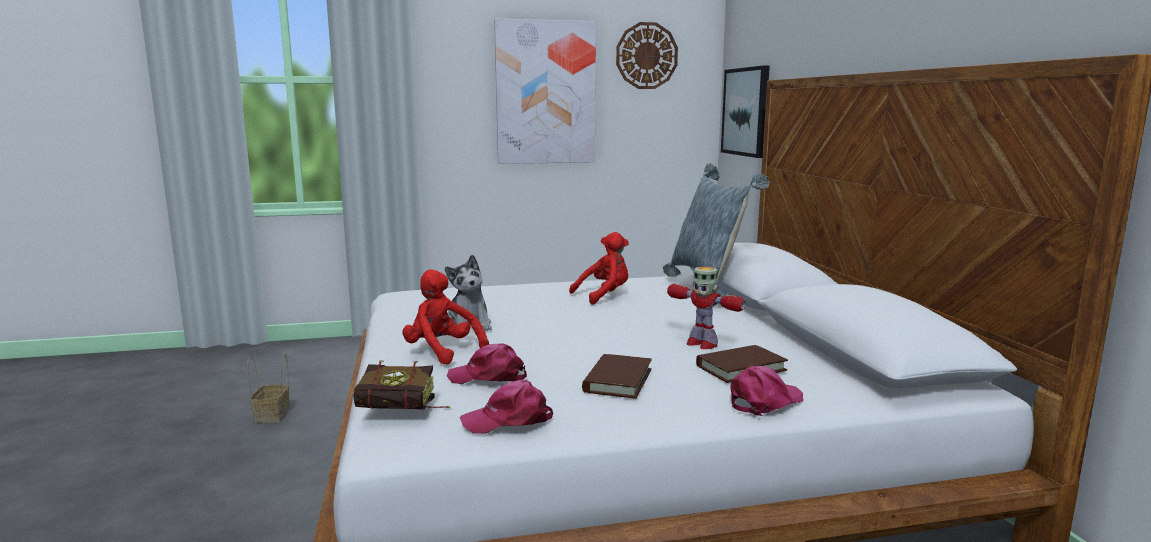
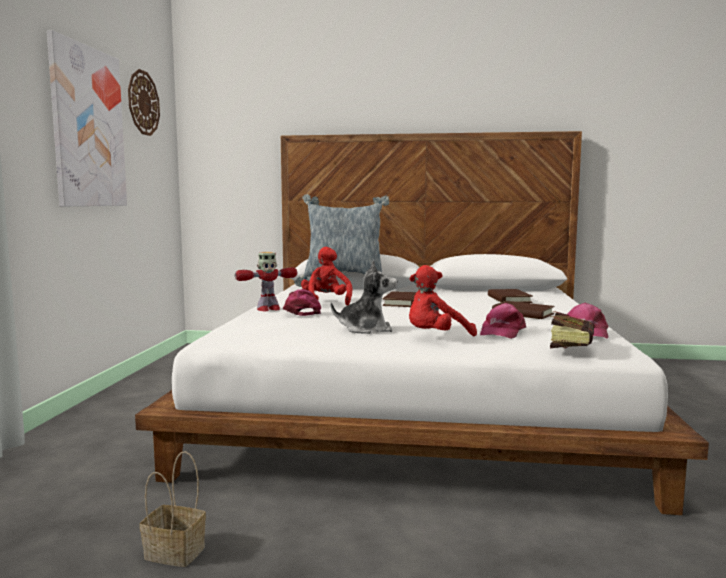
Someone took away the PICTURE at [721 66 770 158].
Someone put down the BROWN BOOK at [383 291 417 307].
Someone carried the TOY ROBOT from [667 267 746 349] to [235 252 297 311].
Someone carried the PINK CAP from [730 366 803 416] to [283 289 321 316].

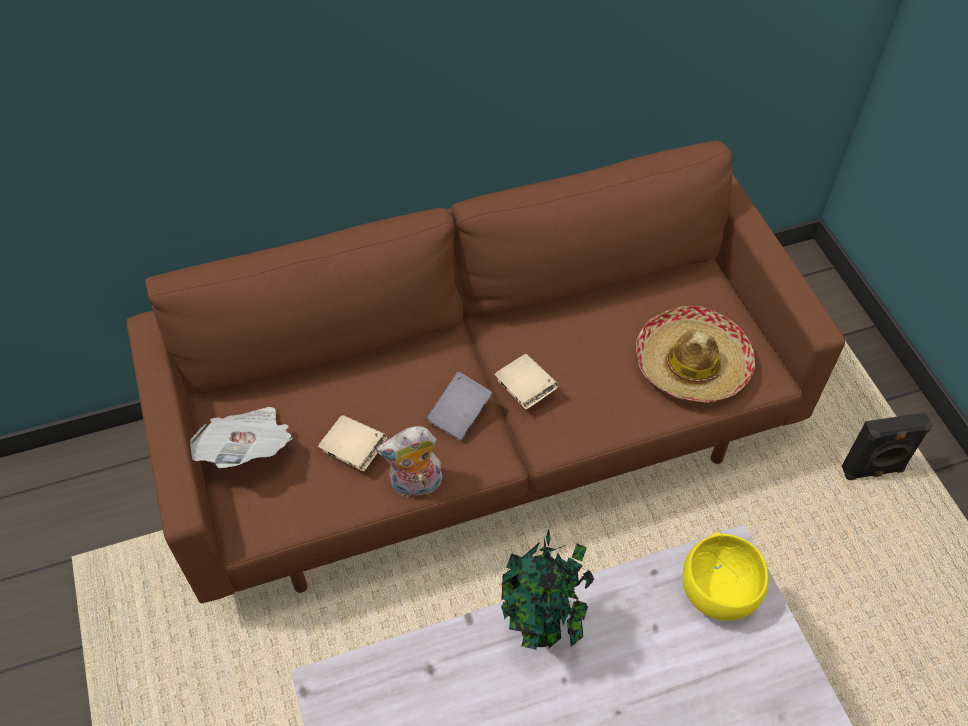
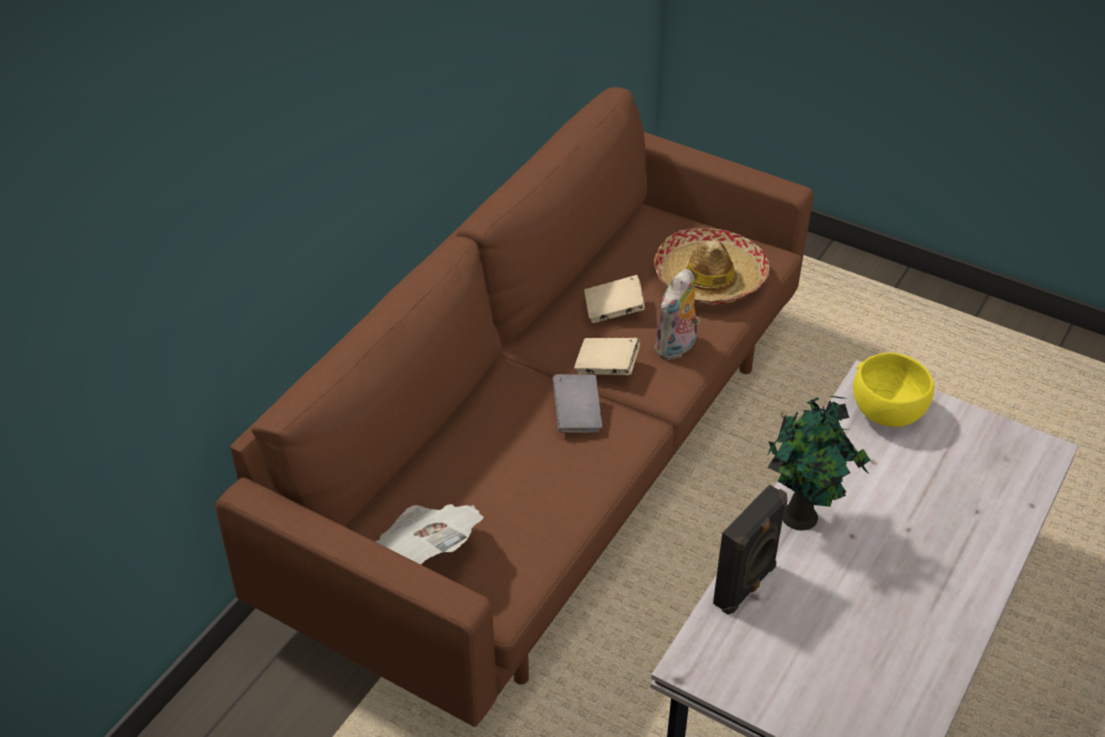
Someone carried the BEIGE BOOK from [318 415 387 471] to [584 275 645 323].
Someone carried the PLUSH TOY from [376 426 442 497] to [654 269 700 360].
Someone carried the BLACK SPEAKER from [842 412 934 480] to [713 484 787 615].

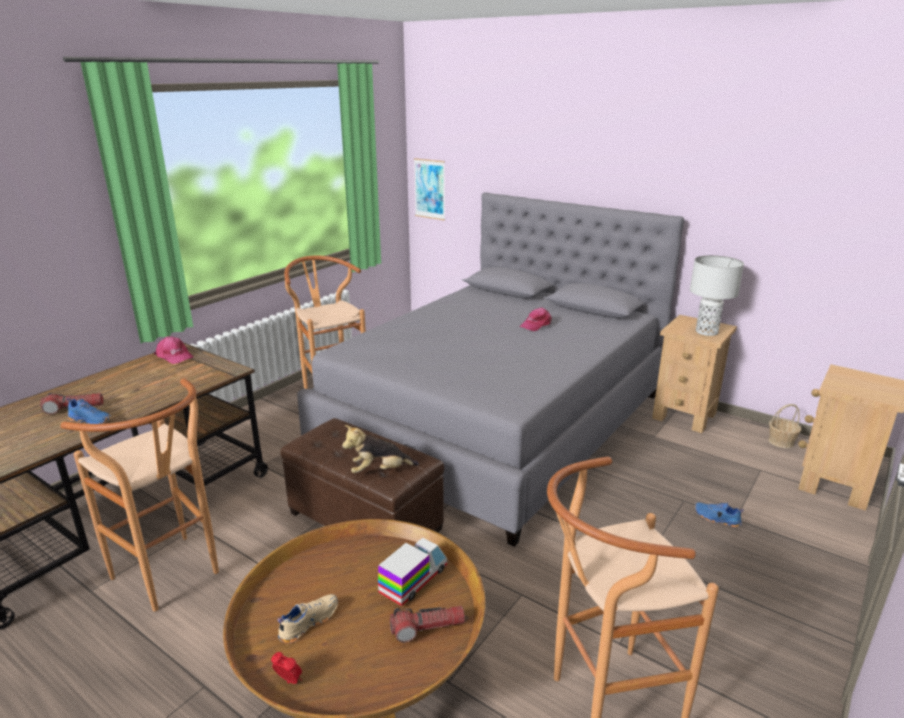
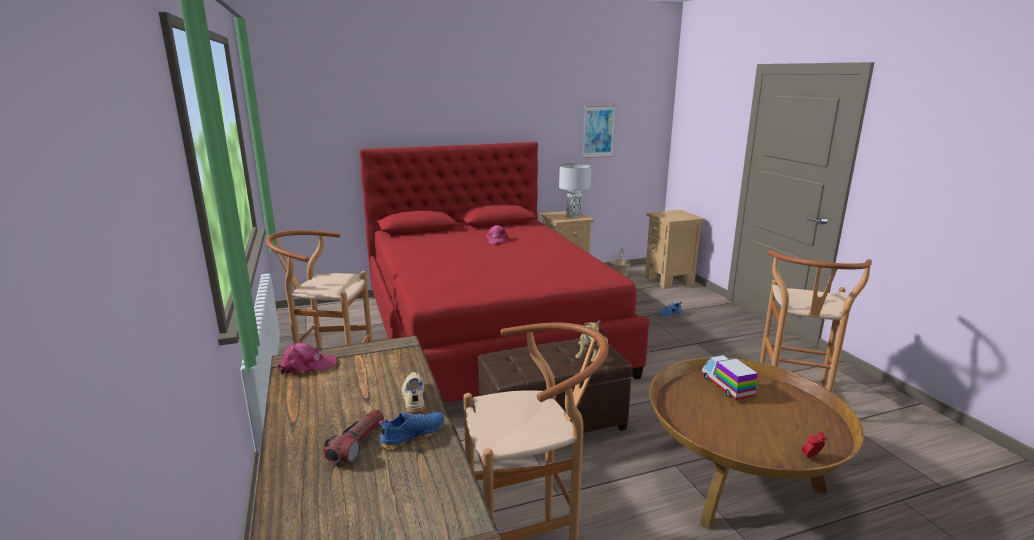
Someone took away the FLASHLIGHT at [390 606 465 643].
Someone carried the BEIGE SHOE from [277 594 338 644] to [402 372 425 413].
Someone carried the PICTURE from [414 158 445 220] to [582 105 615 158].
Someone repainted the GREY BED at [297 192 684 547], which became the RED BED at [359 142 650 403].

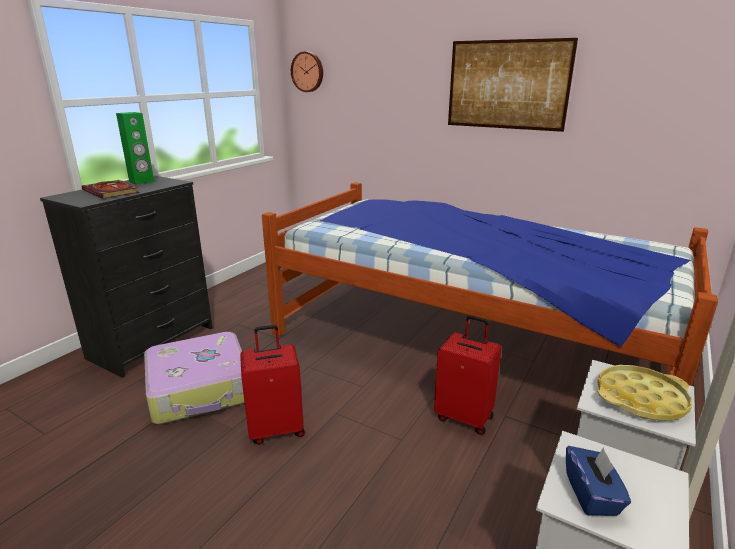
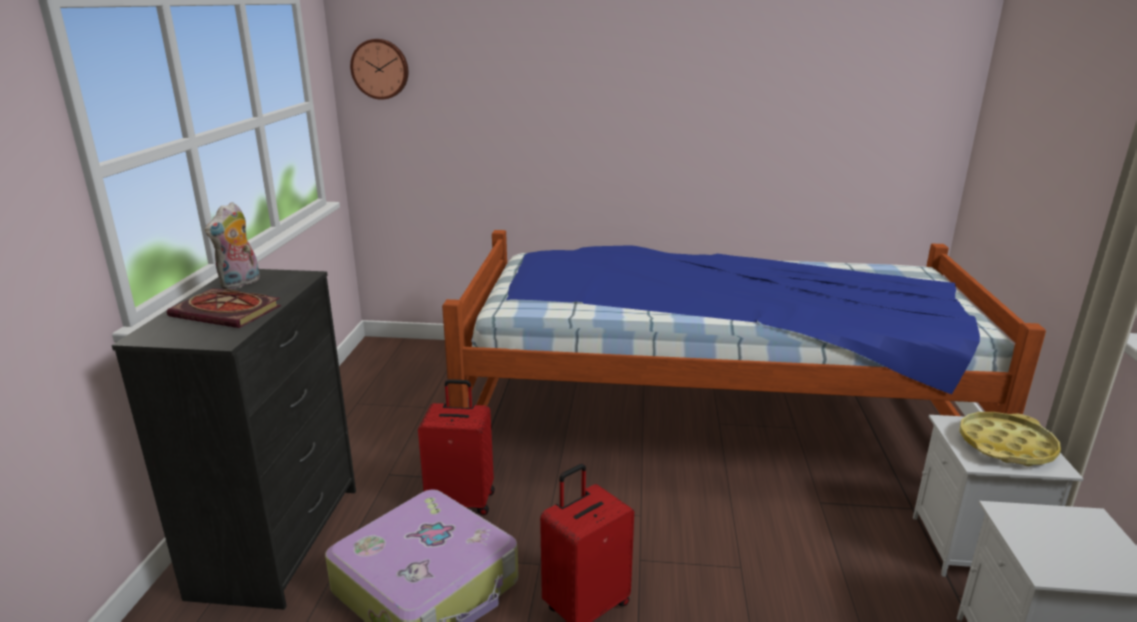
Someone took away the PICTURE at [448 38 578 132].
Someone took away the BLUE TISSUE BOX at [566 446 631 516].
Someone carried the RED SUITCASE from [434 315 502 435] to [418 379 495 515].
Someone swapped the GREEN SPEAKER at [116 112 154 185] for the PLUSH TOY at [204 202 260 290].

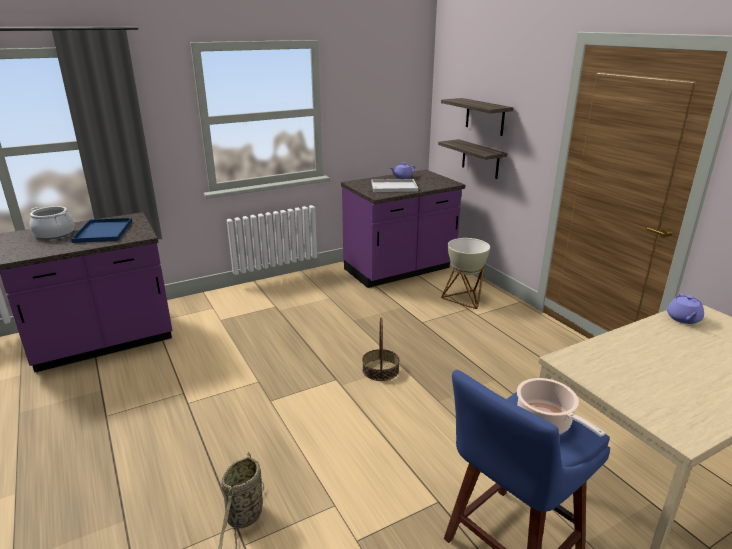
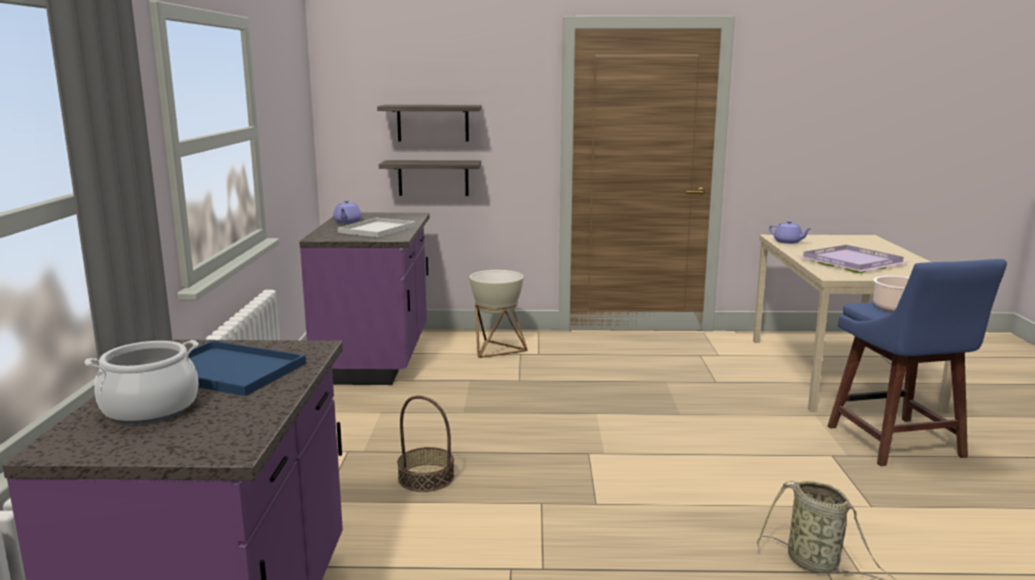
Someone put down the PURPLE TRAY at [797 245 909 273].
Someone carried the BASKET from [362 317 399 381] to [397 395 455 492].

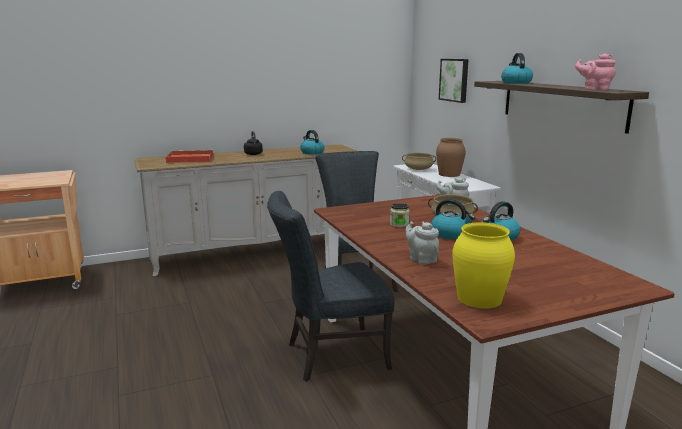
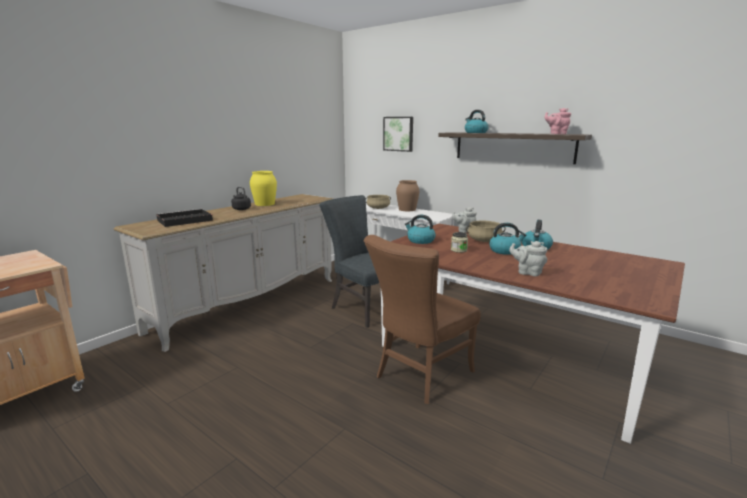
Someone carried the KETTLE from [300 130 324 155] to [405 215 436 244].
Someone carried the YELLOW VASE from [452 222 515 309] to [250 171 277 206].
Someone repainted the RED TRAY at [166 150 213 163], which became the BLACK TRAY at [156 209 213 227].
Someone repainted the GREY CHAIR at [267 191 394 382], which became the BROWN CHAIR at [364 235 481 404].

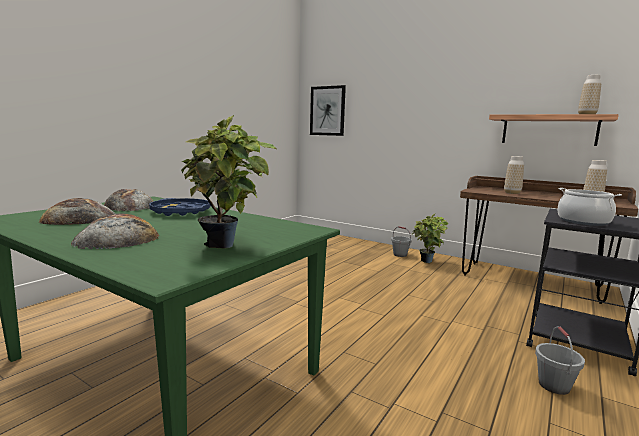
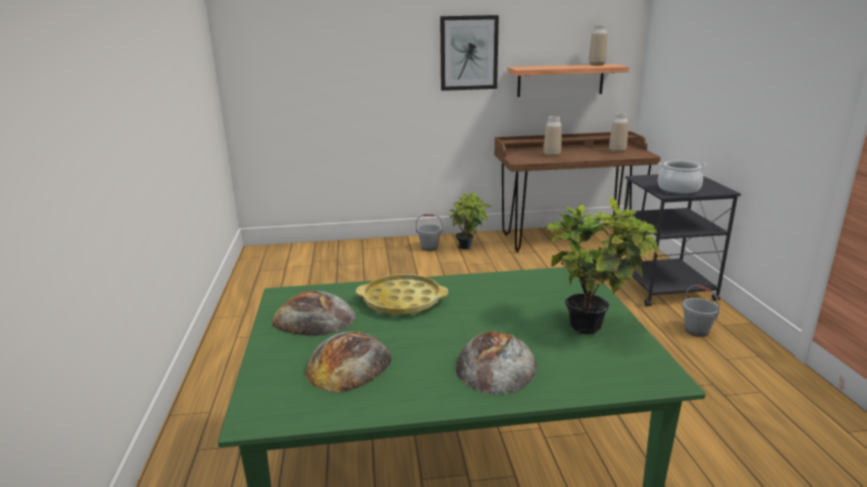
Someone carried the PICTURE from [310 85 346 136] to [440 15 499 91].
Someone repainted the BLUE TRAY at [149 198 211 216], which became the YELLOW TRAY at [356 274 448 315].

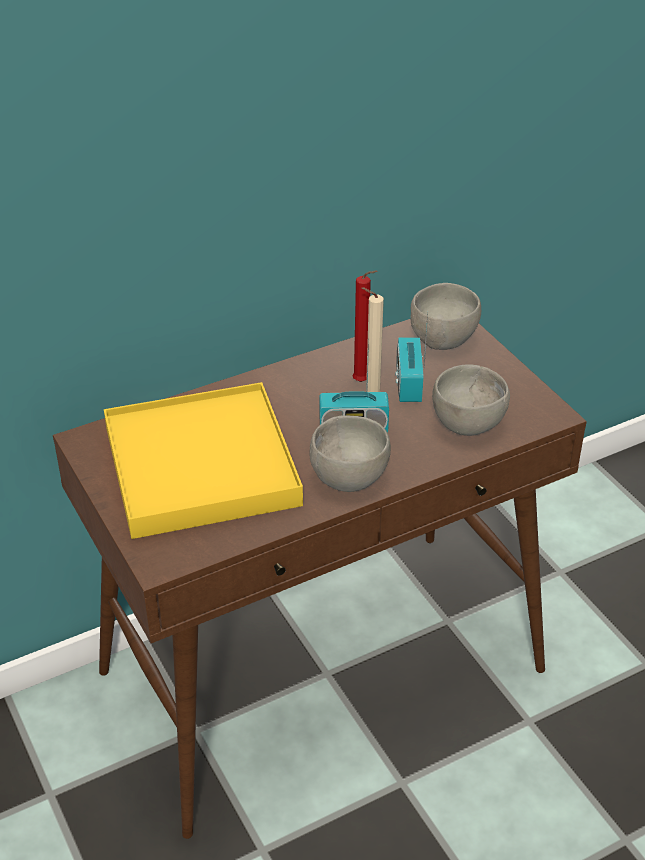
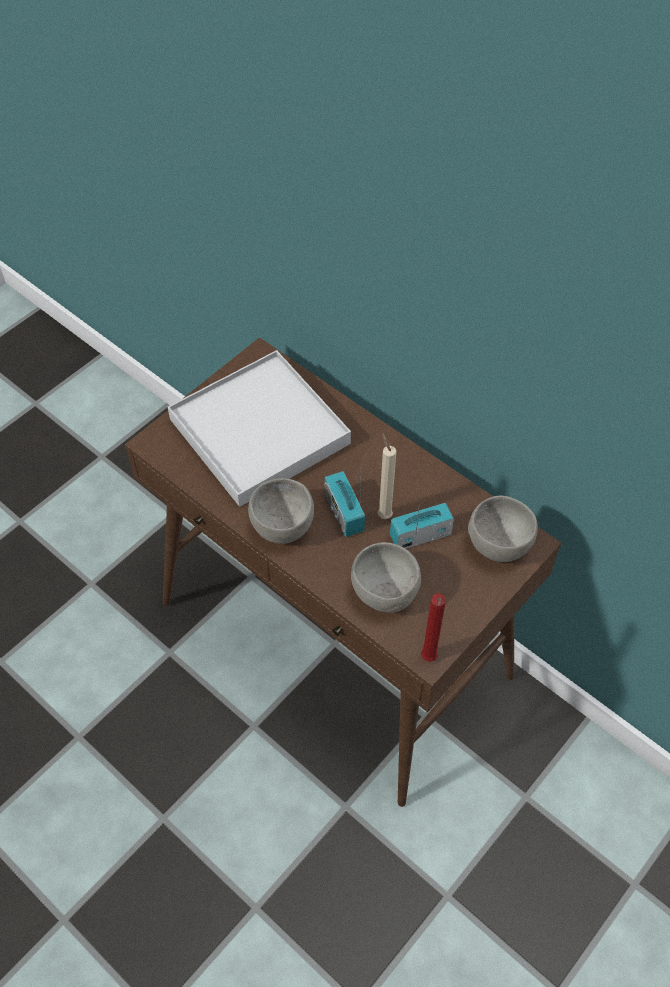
Someone carried the RED CANDLE from [352 270 378 382] to [421 593 446 662].
Someone repainted the YELLOW TRAY at [104 382 303 539], which became the WHITE TRAY at [168 350 351 507].

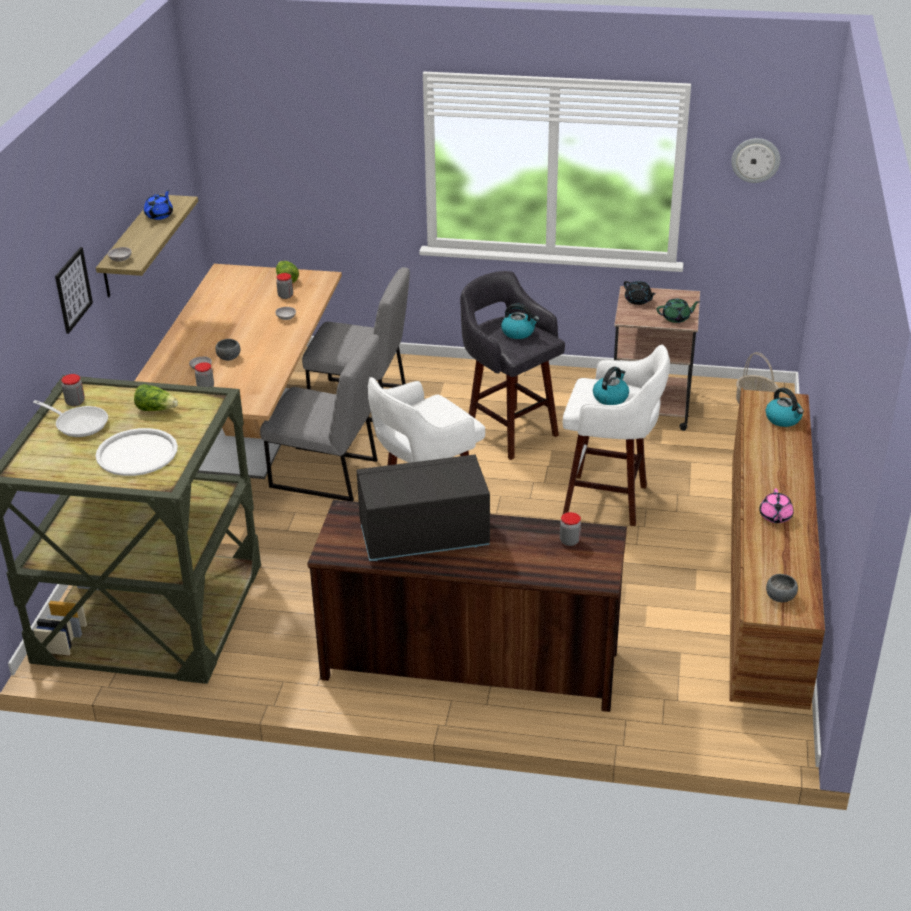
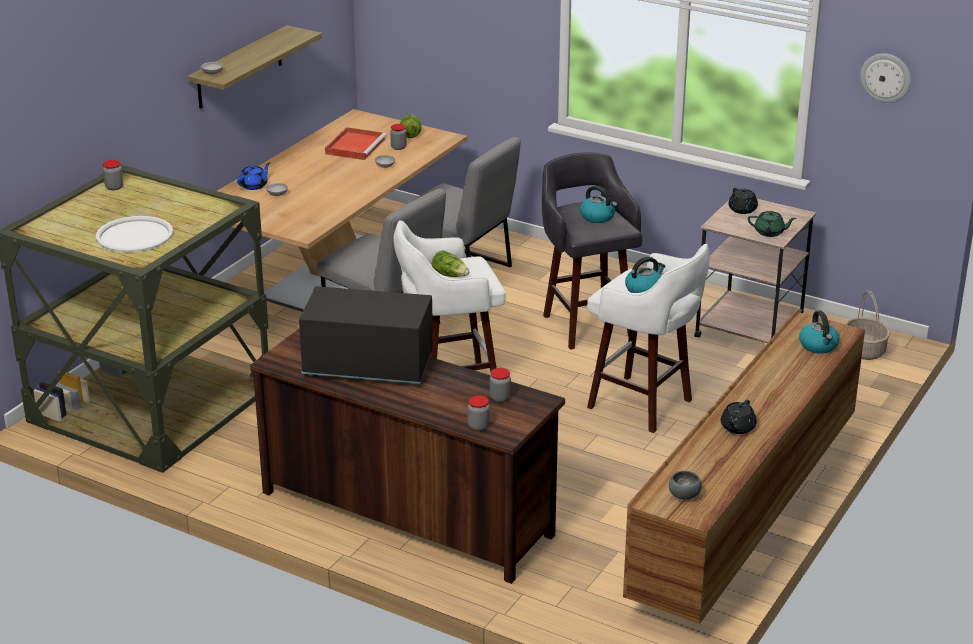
Someone took away the FRYING PAN at [33 400 108 437].
Someone took away the PICTURE at [55 247 93 334].
Someone took away the GREY BOWL at [216 339 240 361].
Someone put down the RED TRAY at [325 127 386 160].
Someone carried the LETTUCE from [134 384 178 411] to [432 250 469 277].
Someone carried the BLUE TEAPOT from [144 190 173 220] to [237 162 270 190].
Someone carried the JAR from [195 362 214 387] to [468 396 490 431].
Someone repainted the PINK TEAPOT at [759 488 794 523], which became the BLACK TEAPOT at [721 400 757 434].

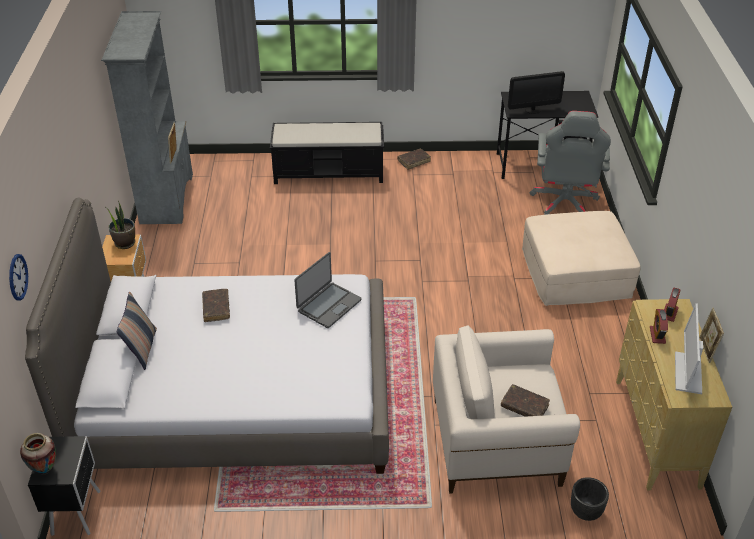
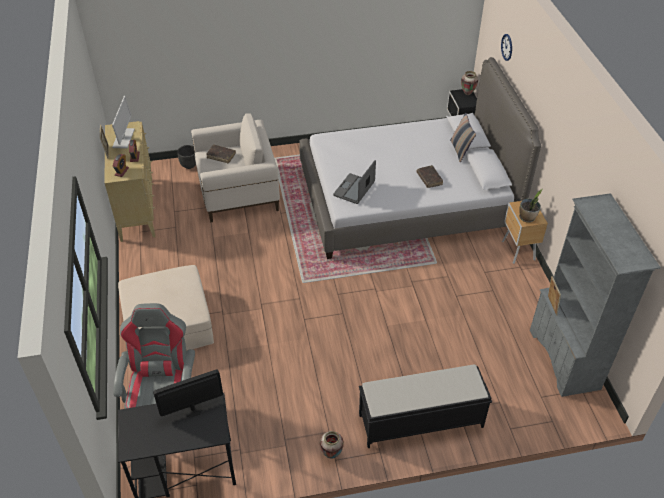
Someone swapped the BROWN BOOK at [398 149 431 170] for the VASE at [320 431 344 459].

